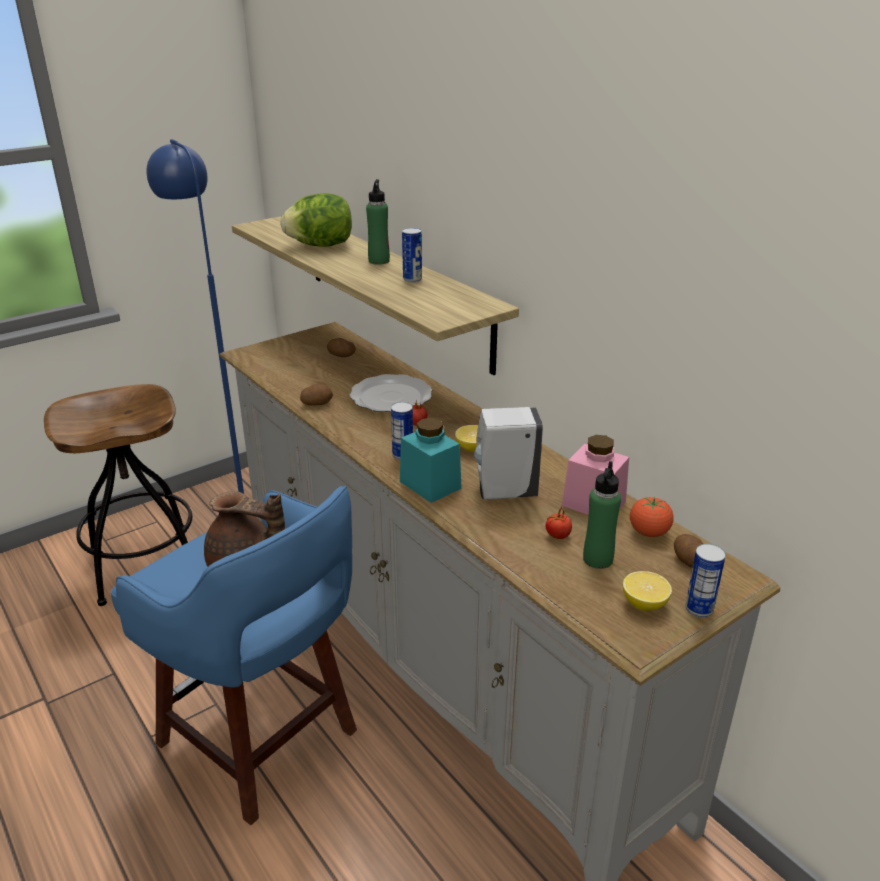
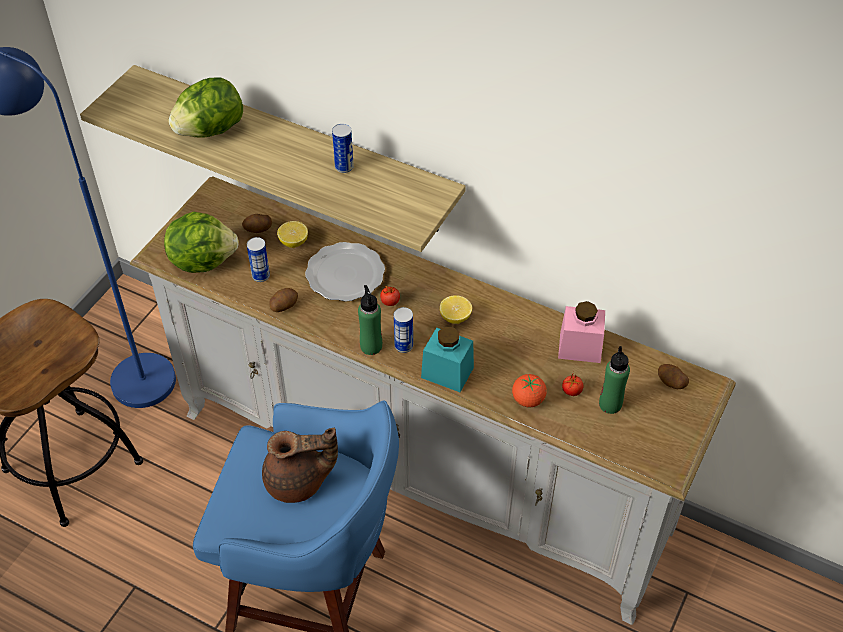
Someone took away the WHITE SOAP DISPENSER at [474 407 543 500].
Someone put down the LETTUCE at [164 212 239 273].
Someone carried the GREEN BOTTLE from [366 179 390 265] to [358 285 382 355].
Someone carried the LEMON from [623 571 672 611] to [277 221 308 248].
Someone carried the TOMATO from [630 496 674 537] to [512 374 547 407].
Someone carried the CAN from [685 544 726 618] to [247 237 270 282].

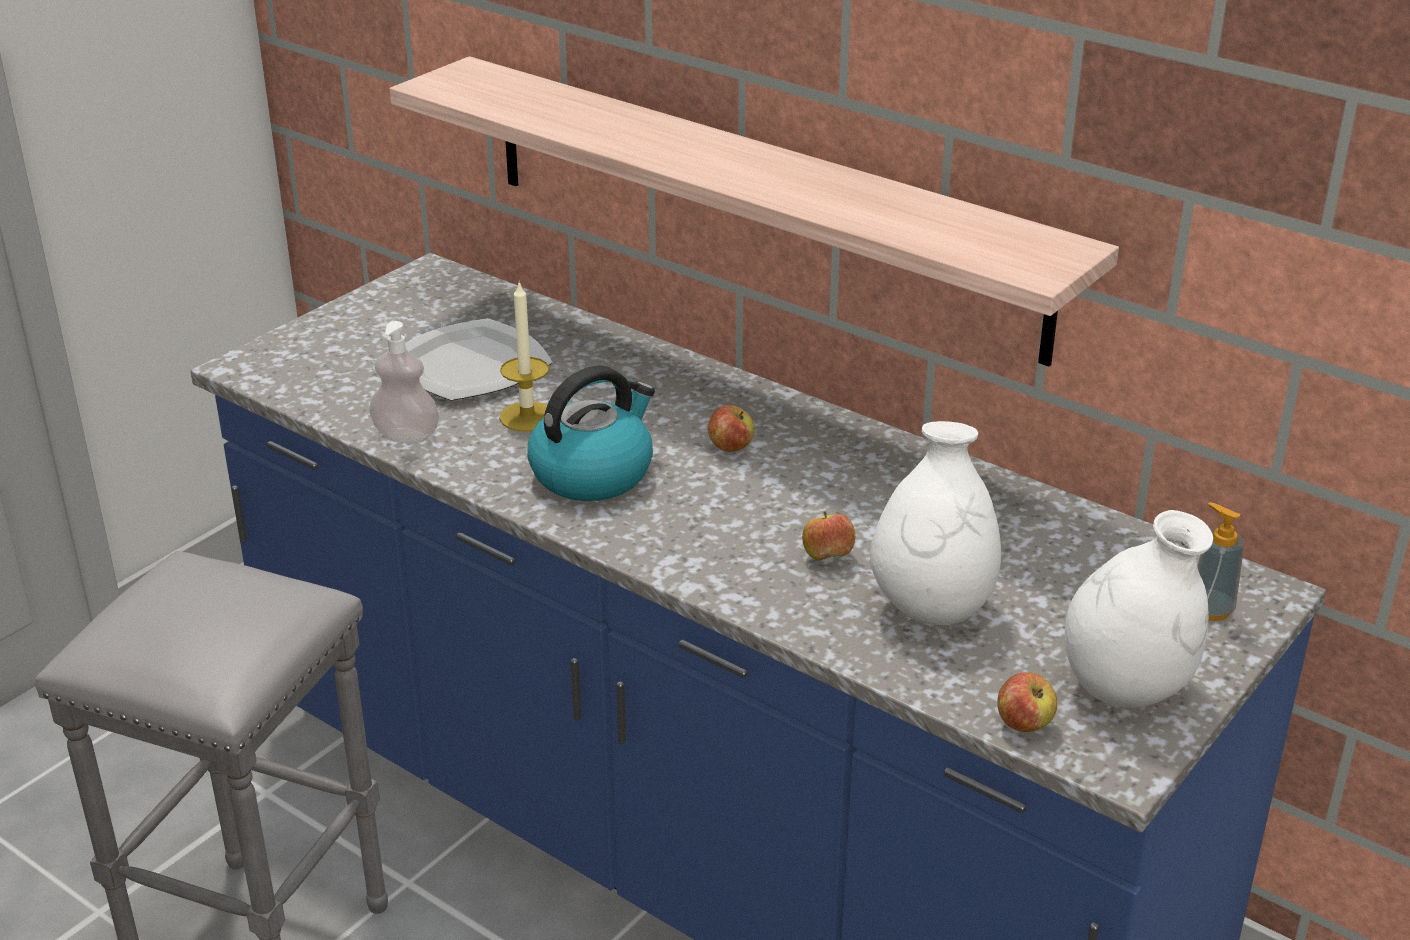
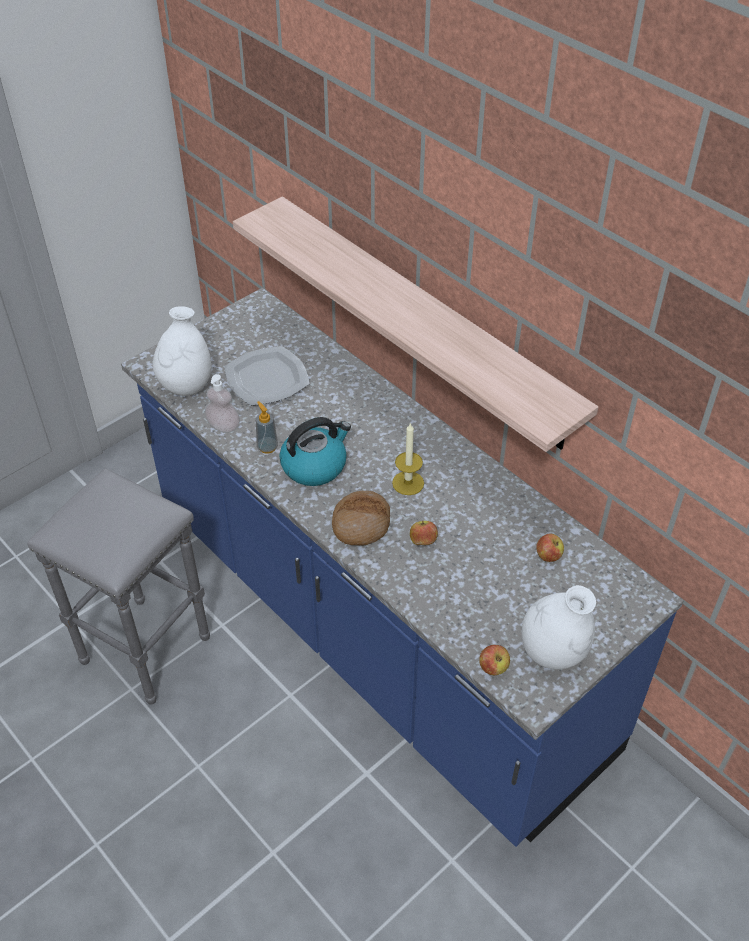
Someone put down the BREAD at [332 491 390 546].
Someone carried the CANDLE from [499 280 549 431] to [392 422 424 495].
Someone carried the APPLE from [708 405 754 452] to [536 534 564 562].
Someone carried the WHITE VASE from [870 421 1001 625] to [153 306 212 396].
Someone carried the SOAP DISPENSER from [1197 502 1244 621] to [256 401 278 454].

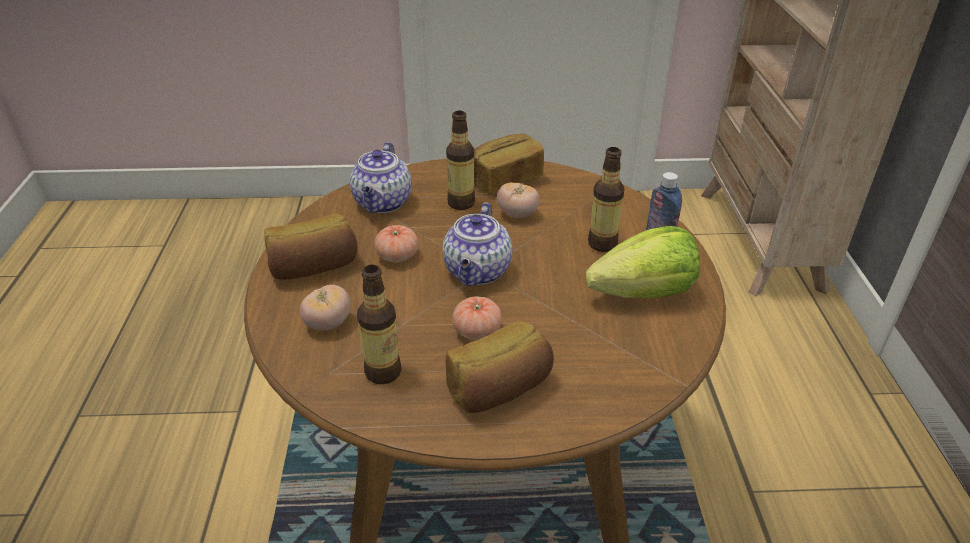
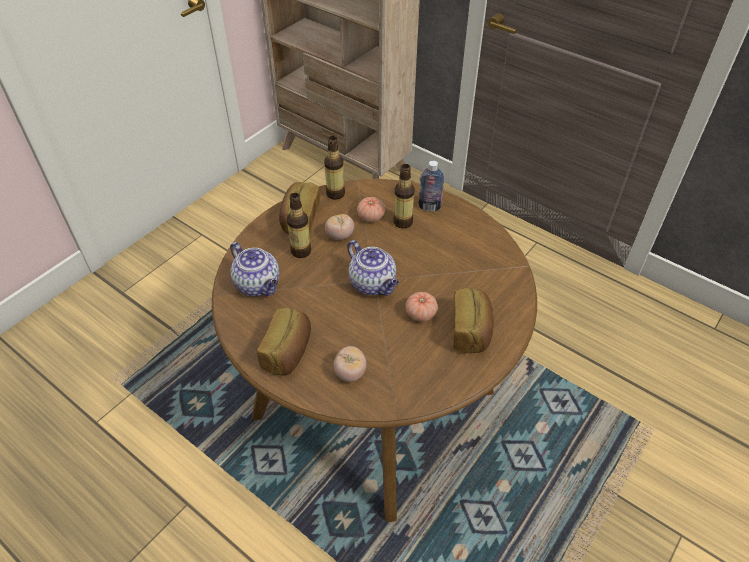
Someone took away the LETTUCE at [586 226 700 298].
Someone carried the BOTTLE from [357 265 402 384] to [324 136 345 200].
Someone carried the TOMATO from [374 225 419 263] to [357 197 385 222].

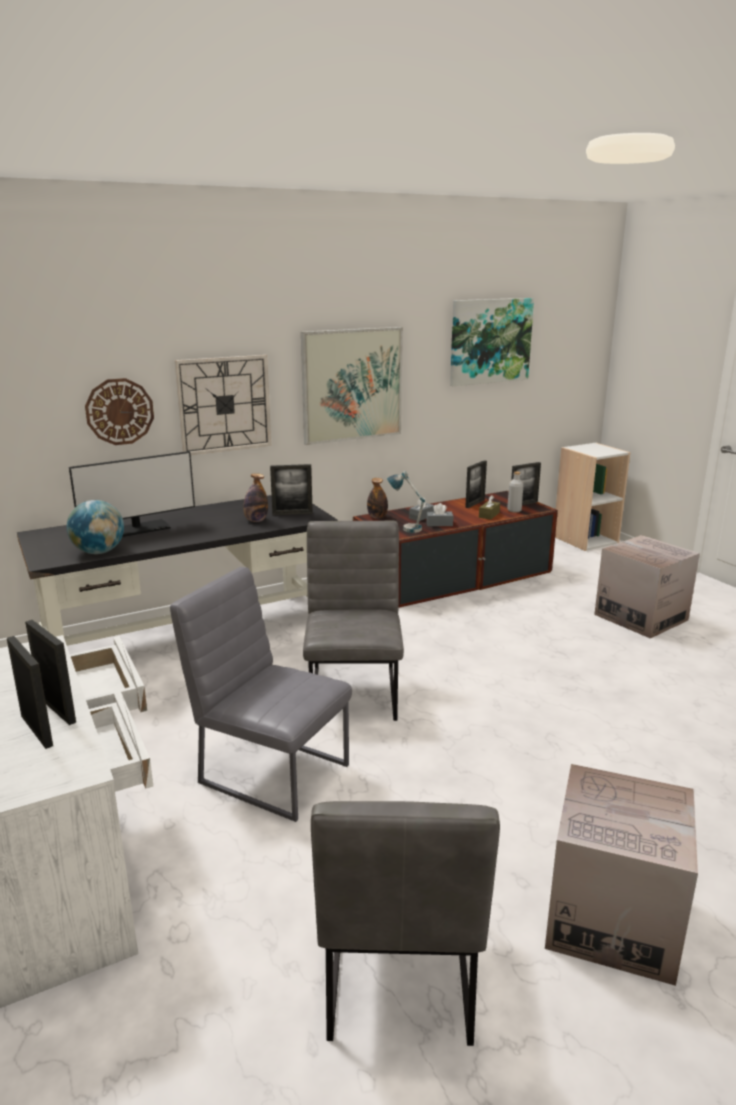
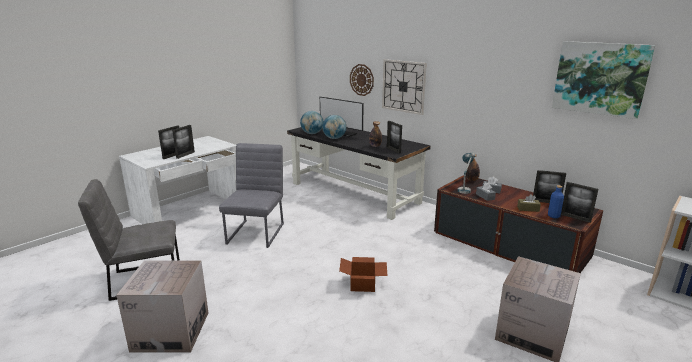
Someone took away the PICTURE at [301 327 403 445].
Someone took away the GREY CHAIR at [303 521 404 721].
Someone put down the GLOBE at [322 115 346 139].
Someone put down the CARDBOARD BOX at [339 257 387 292].
Someone repainted the GREY BOTTLE at [507 472 523 512], which became the BLUE BOTTLE at [548 185 564 218].

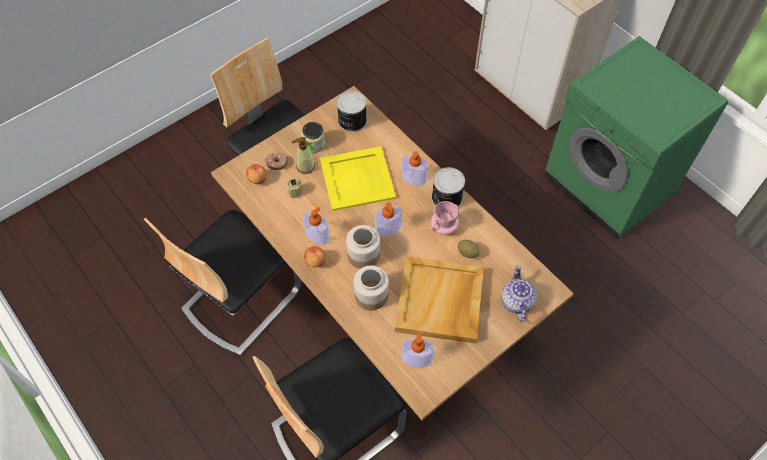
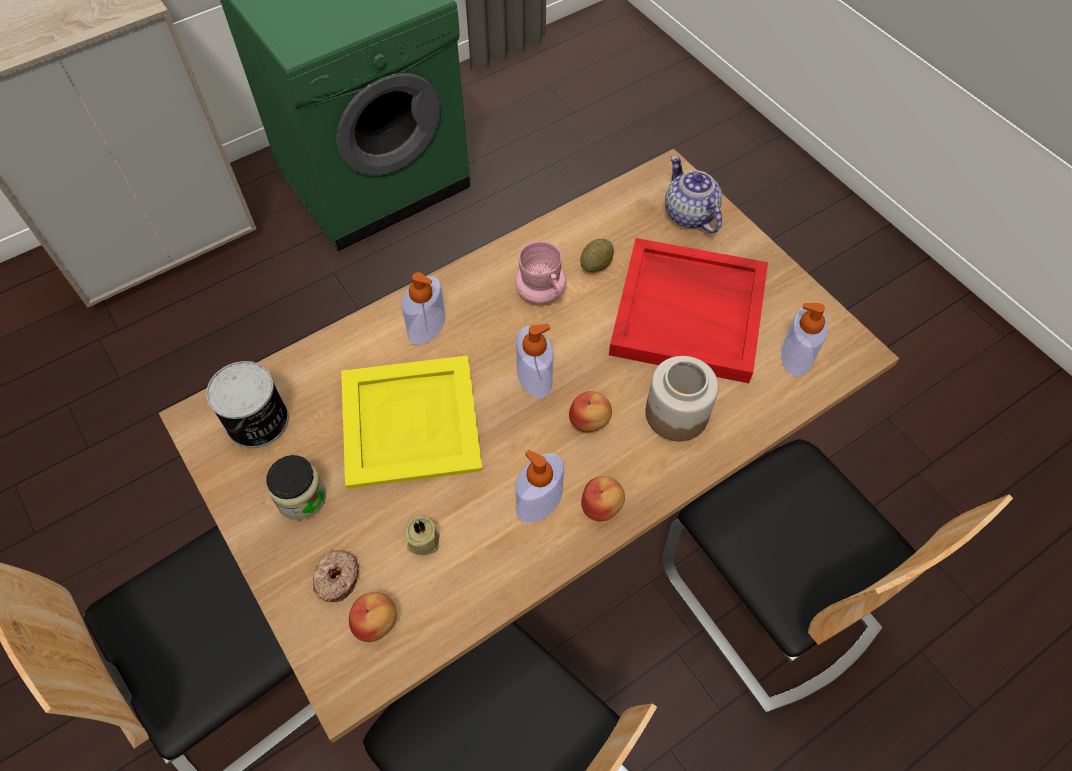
Someone took away the SOAP DISPENSER at [292 137 315 174].
Someone took away the CAN at [432 167 465 207].
Someone swapped the JAR at [346 225 380 269] for the APPLE at [569 391 612 432].
Someone repainted the BEIGE TRAY at [395 257 484 344], which became the RED TRAY at [609 238 768 383].
Someone rotated the TEAPOT at [501 265 537 322] by 60 degrees clockwise.

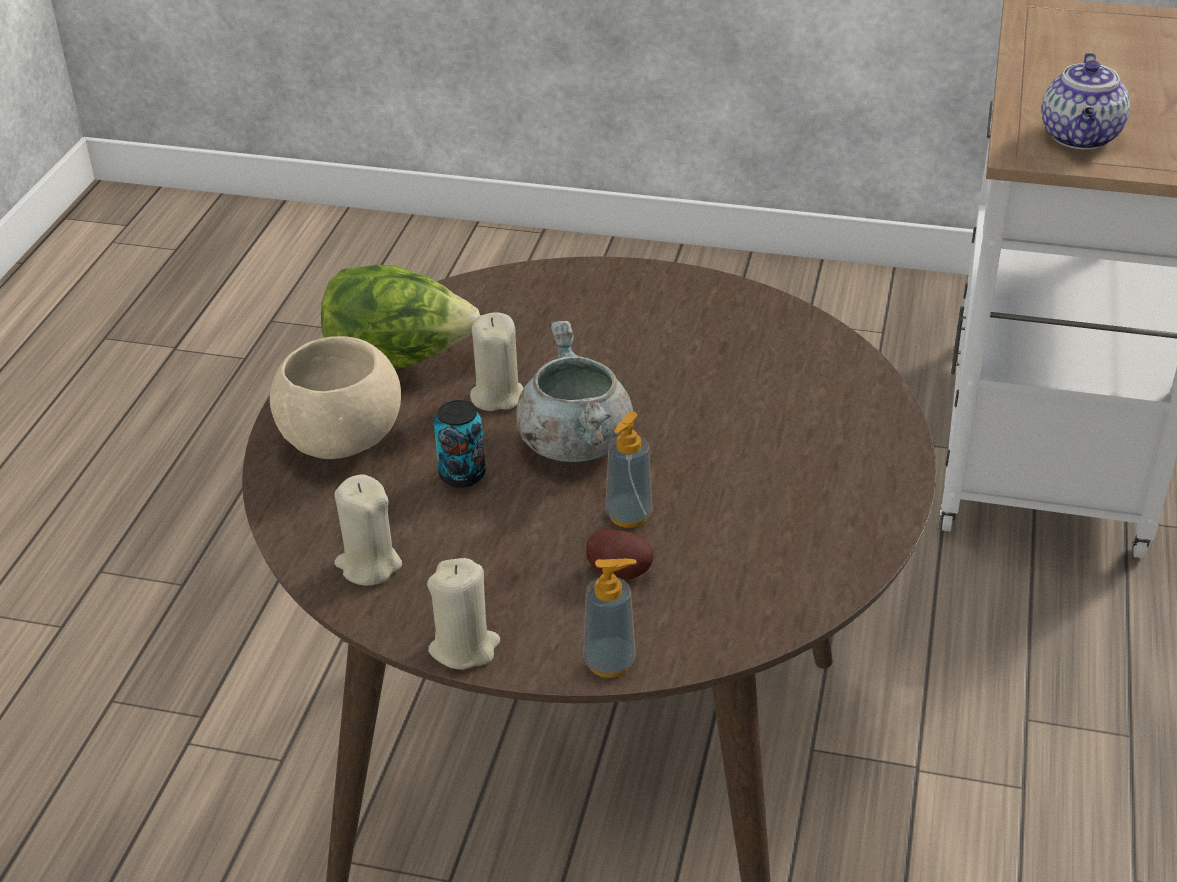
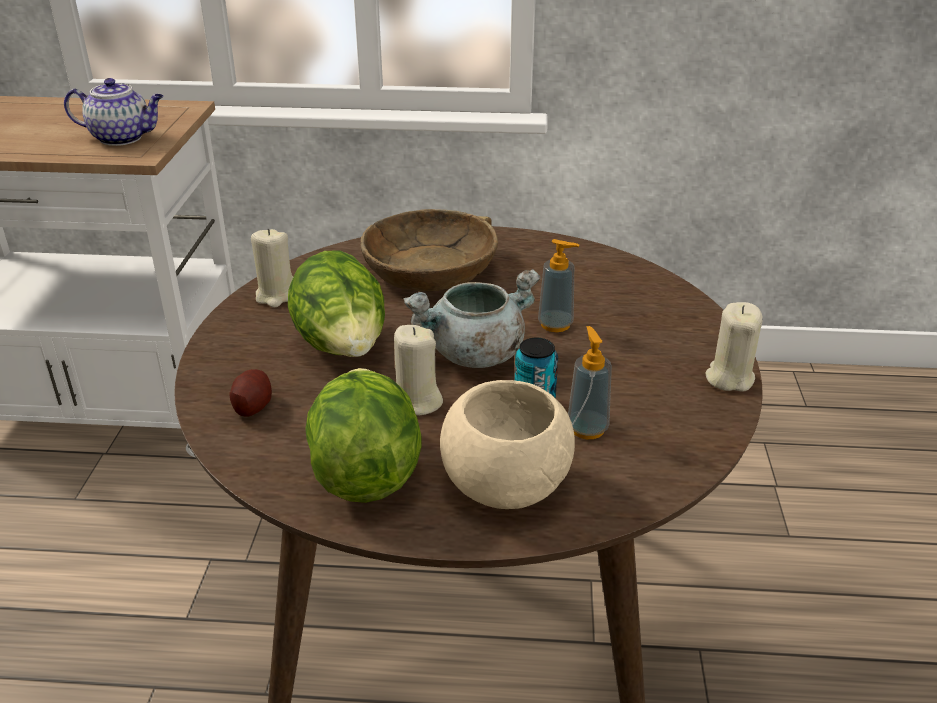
Someone put down the LETTUCE at [288 250 385 357].
Someone put down the BROWN BOWL at [360 209 498 291].
Someone carried the BEIGE CANDLE from [334 475 402 586] to [251 228 293 308].
Someone carried the SOAP DISPENSER from [583 559 636 678] to [568 326 612 439].
Someone carried the POTATO from [586 530 654 580] to [229 369 272 417].

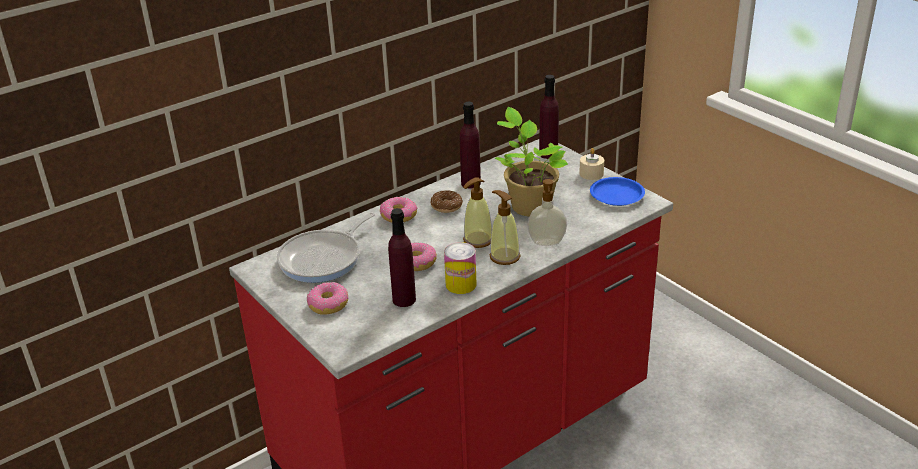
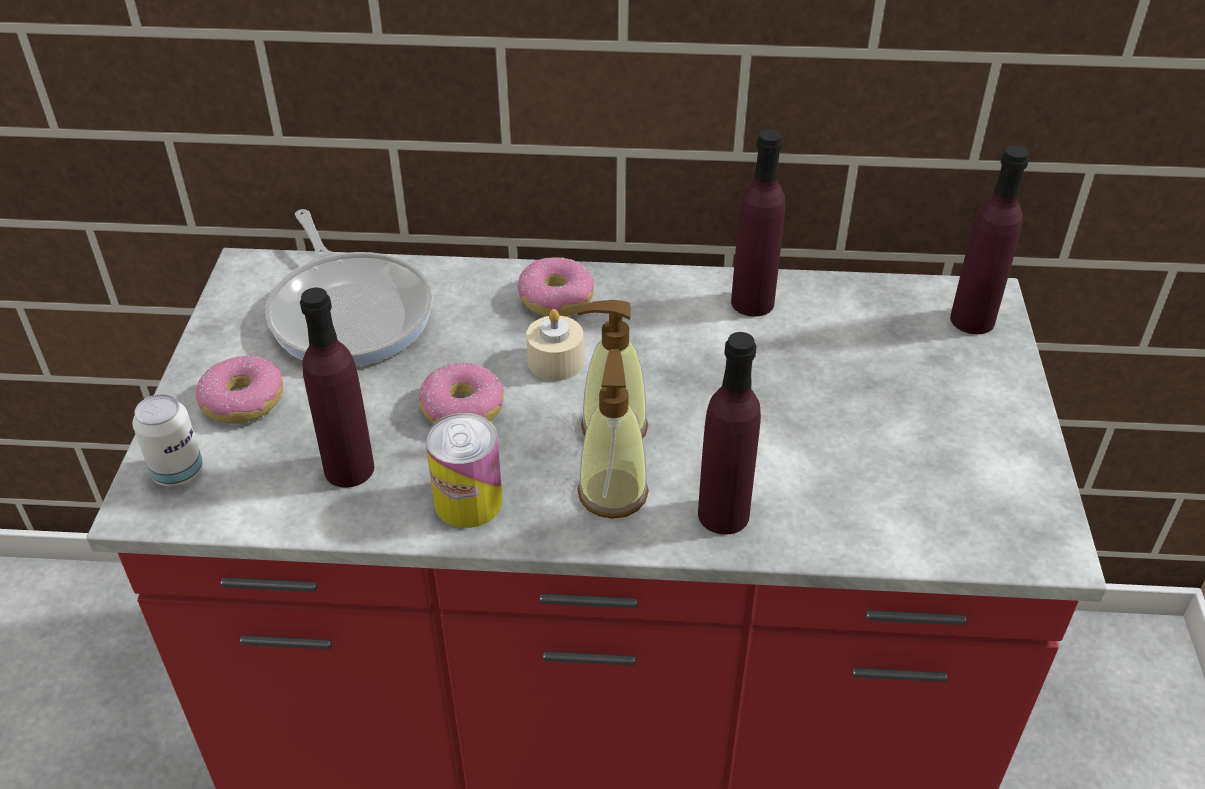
Someone took away the DONUT at [431 190 463 213].
Someone took away the POTTED PLANT at [495 107 568 216].
Someone took away the BLUE PLATE at [590 177 645 206].
Someone put down the CAN at [132 394 203 487].
Someone carried the BEIGE CANDLE from [579 148 604 180] to [526 309 584 381].
Someone swapped the SOAP DISPENSER at [527 179 567 246] for the PURPLE BOTTLE at [698 332 761 535].
Someone rotated the FRYING PAN at [277 212 375 283] by 105 degrees counterclockwise.

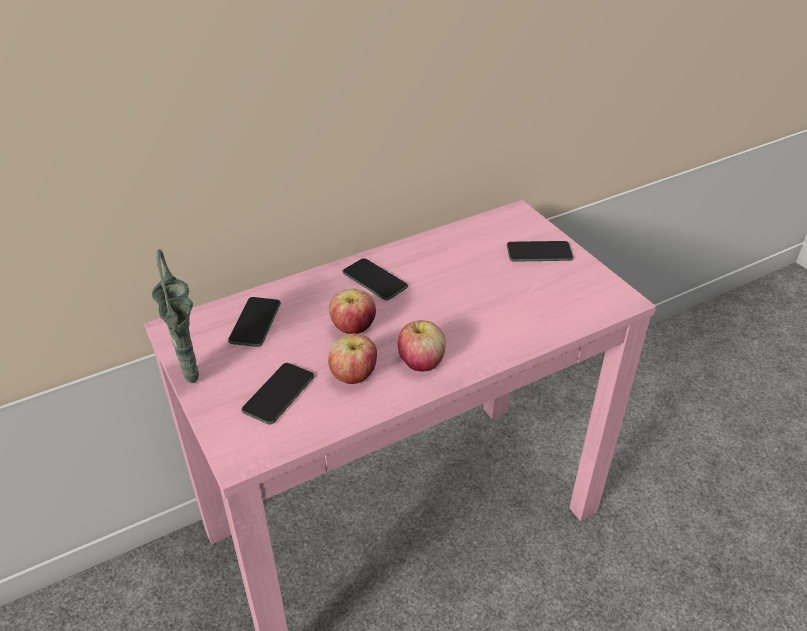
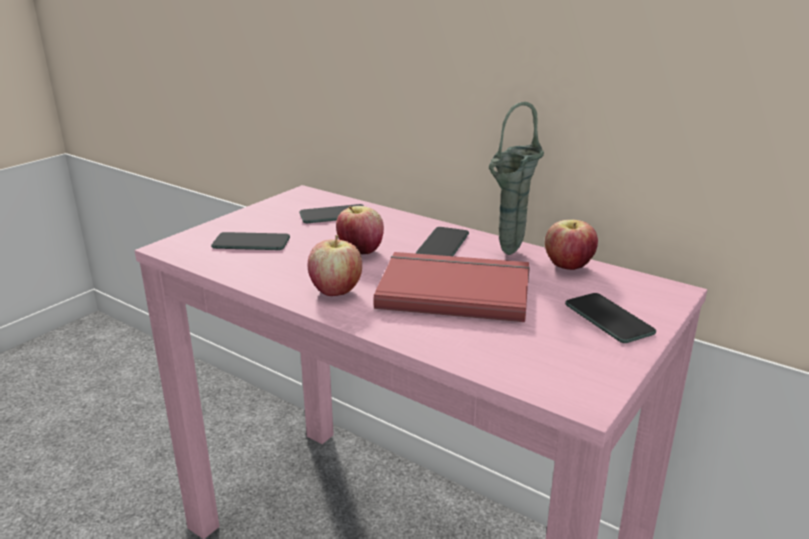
Someone put down the RED BOOK at [373 252 530 322].
Someone carried the GREEN VASE from [152 249 199 383] to [489 102 544 255].
Someone carried the APPLE from [328 334 377 384] to [545 220 598 270].

